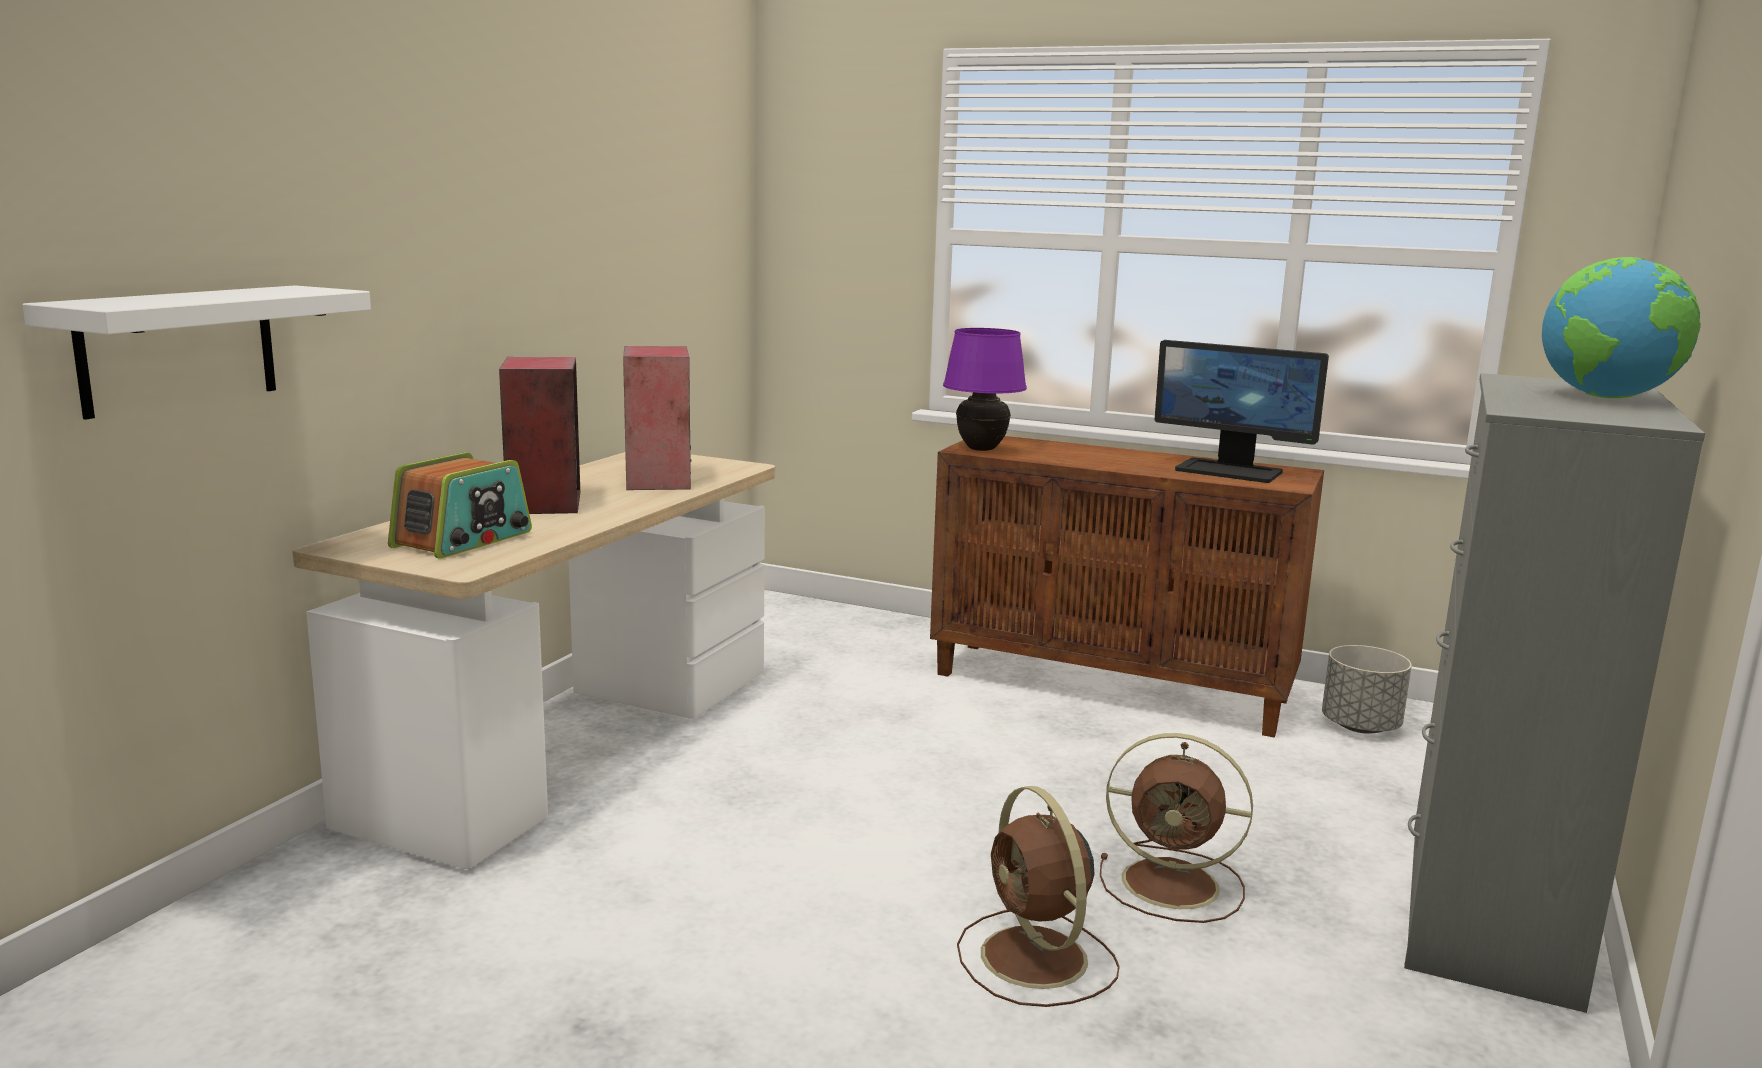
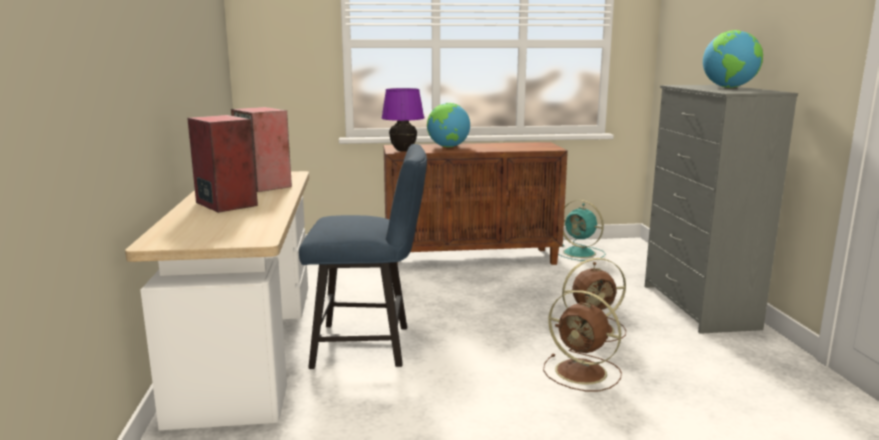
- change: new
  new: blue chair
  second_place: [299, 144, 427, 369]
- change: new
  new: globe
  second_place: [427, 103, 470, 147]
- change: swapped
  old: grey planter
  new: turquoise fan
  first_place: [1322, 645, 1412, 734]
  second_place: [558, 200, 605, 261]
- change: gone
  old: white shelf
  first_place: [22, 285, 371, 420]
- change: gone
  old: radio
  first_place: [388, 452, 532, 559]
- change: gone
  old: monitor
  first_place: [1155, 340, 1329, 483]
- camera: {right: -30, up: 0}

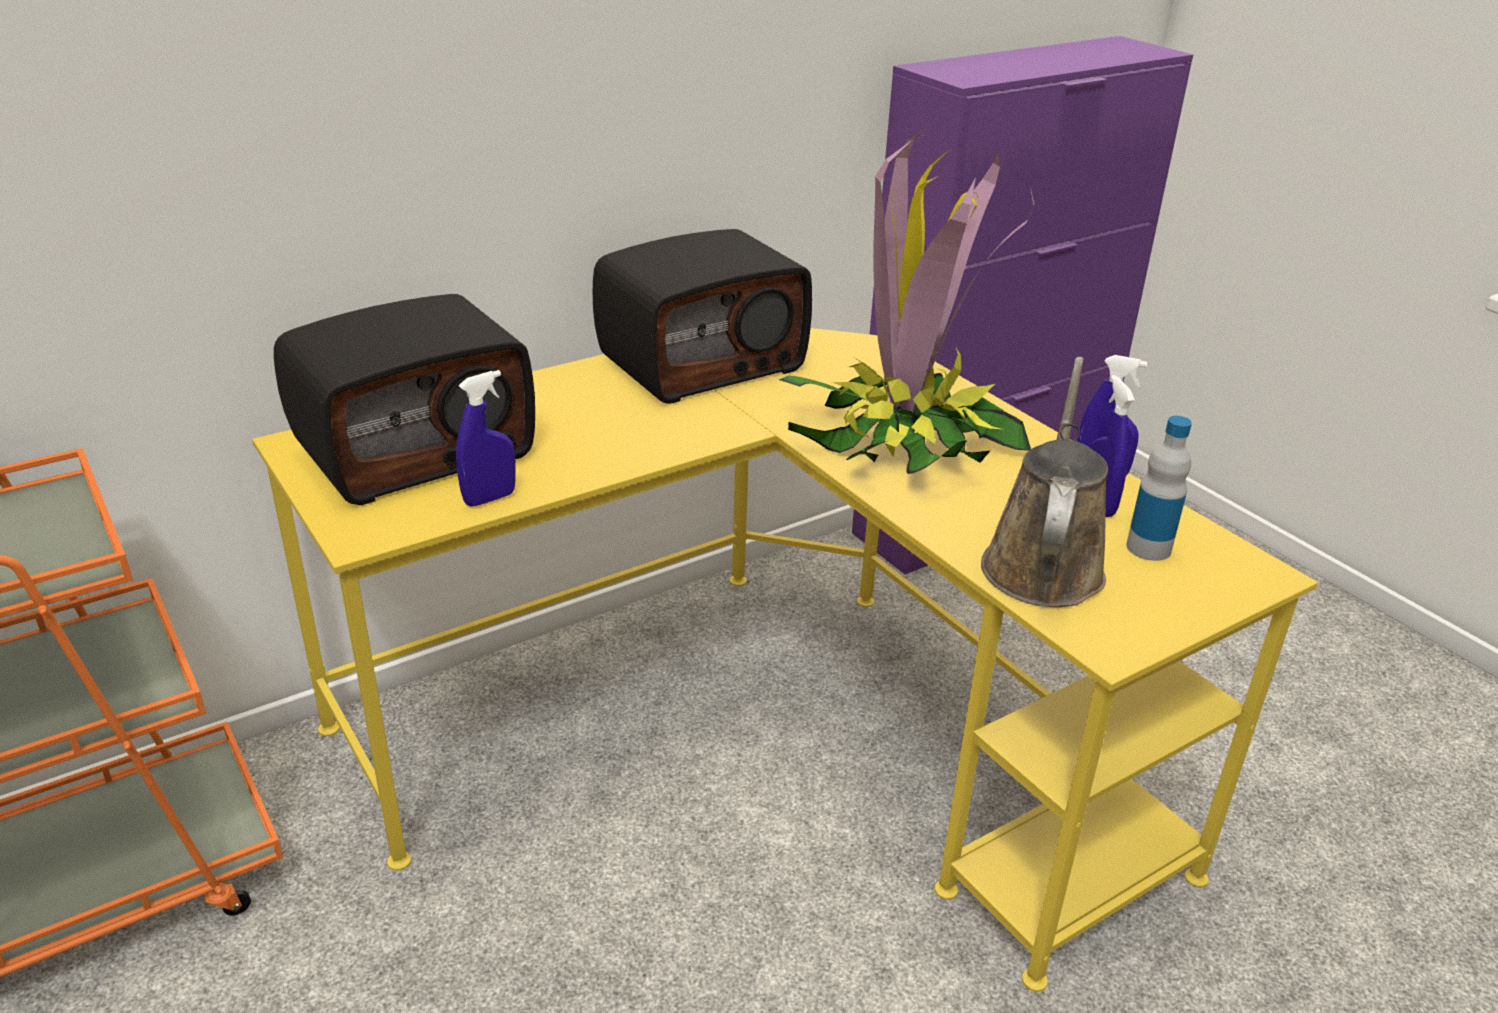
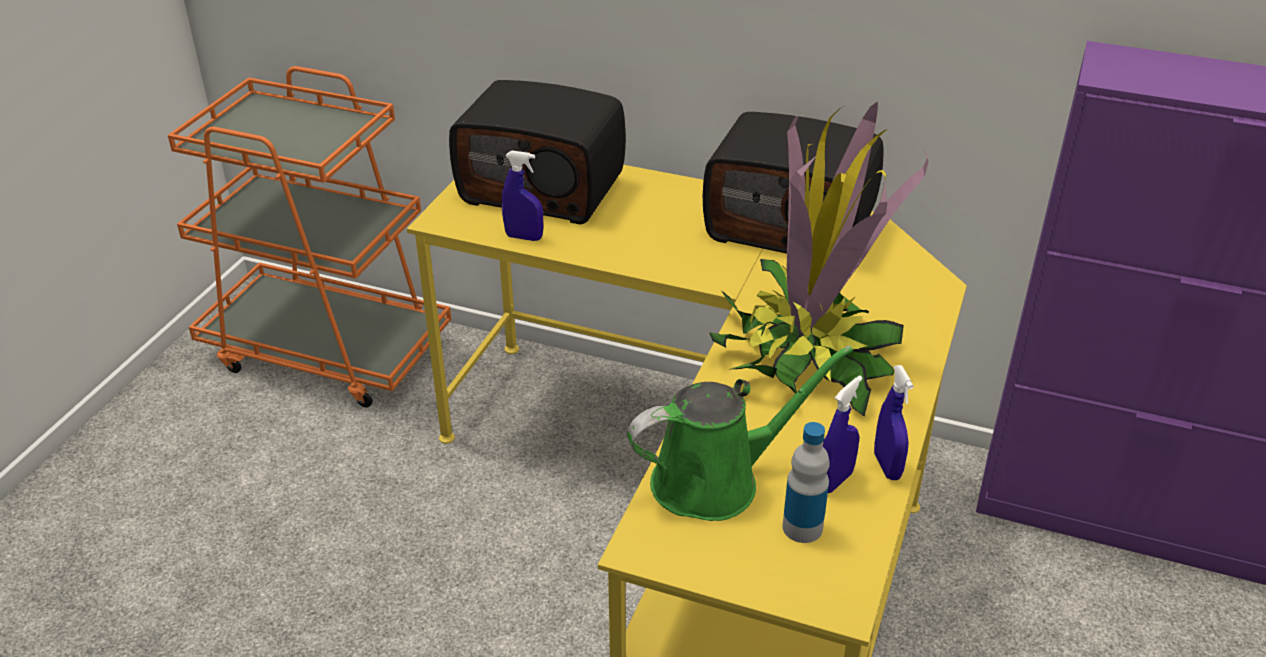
- change: repainted
  old: brown watering can
  new: green watering can
  first_place: [981, 357, 1108, 607]
  second_place: [627, 346, 853, 521]
- camera: {right: 55, up: 5}

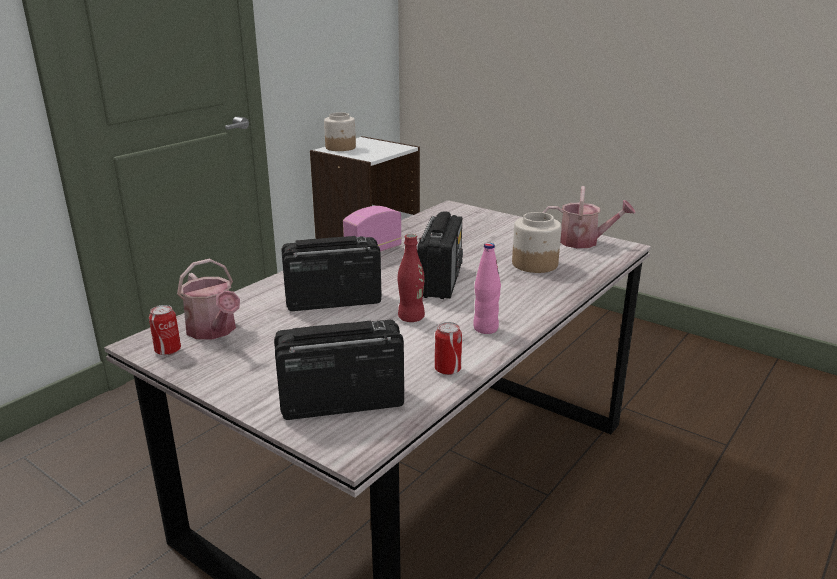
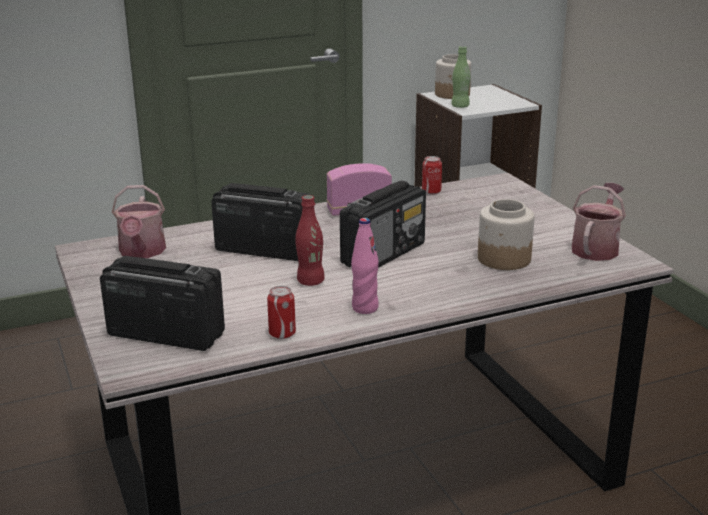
- change: shifted
  old: can
  first_place: [149, 305, 181, 355]
  second_place: [422, 156, 442, 194]
- change: new
  new: green bottle
  second_place: [451, 46, 470, 108]
- change: rotated
  old: watering can
  first_place: [543, 186, 636, 248]
  second_place: [572, 183, 626, 261]
  degrees: -105
- camera: {right: 30, up: 0}

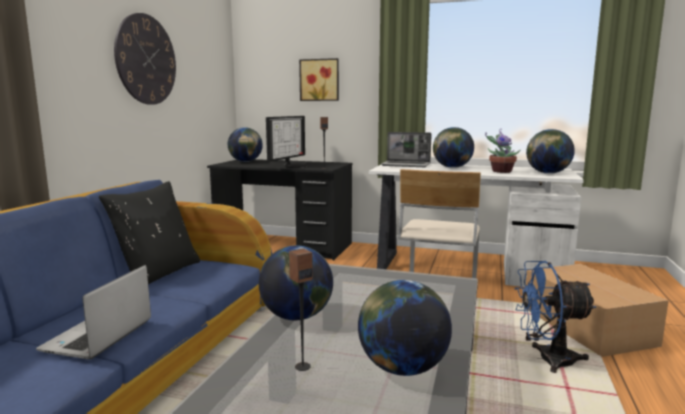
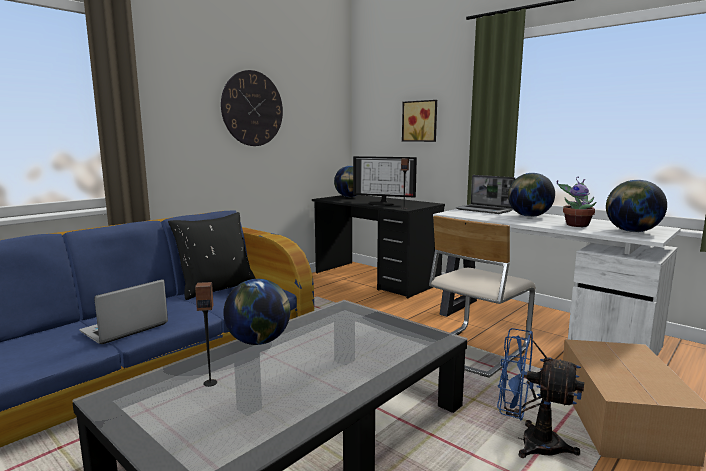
- change: rotated
  old: monitor
  first_place: [266, 116, 307, 168]
  second_place: [353, 156, 417, 206]
  degrees: 60
- change: gone
  old: globe
  first_place: [358, 280, 452, 376]
- camera: {right: 25, up: 0}

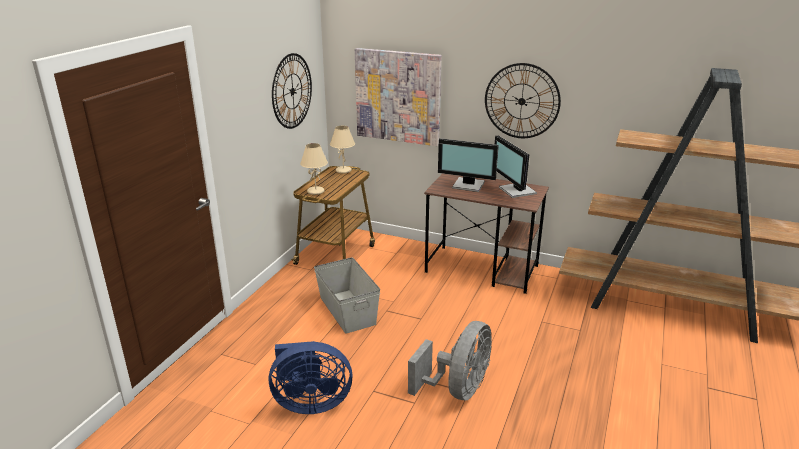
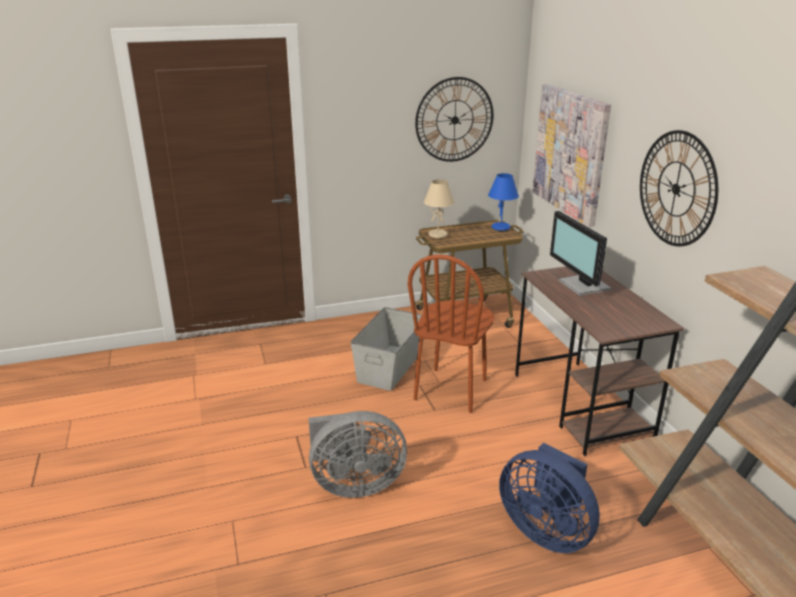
- change: new
  new: brown chair
  second_place: [408, 254, 494, 413]
- change: repainted
  old: beige table lamp
  new: blue table lamp
  first_place: [330, 126, 355, 174]
  second_place: [488, 173, 519, 231]
- change: shifted
  old: blue fan
  first_place: [269, 341, 353, 414]
  second_place: [499, 443, 600, 553]
- change: gone
  old: monitor
  first_place: [495, 135, 537, 198]
- camera: {right: 50, up: 0}

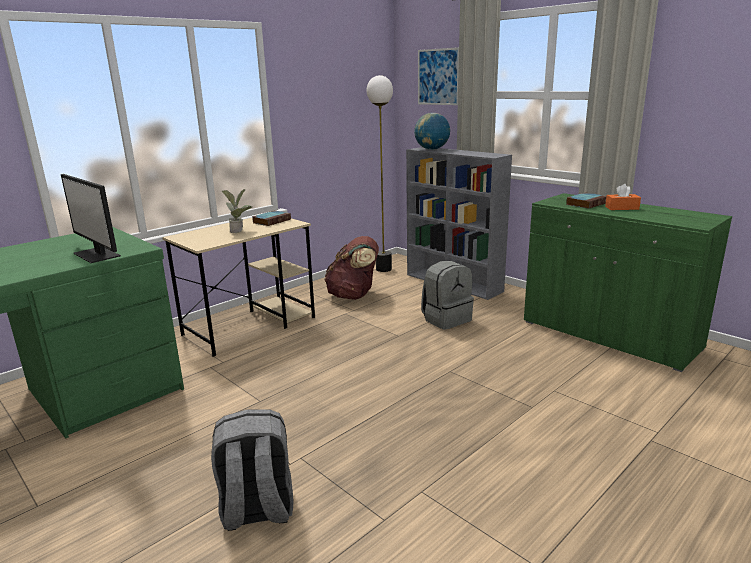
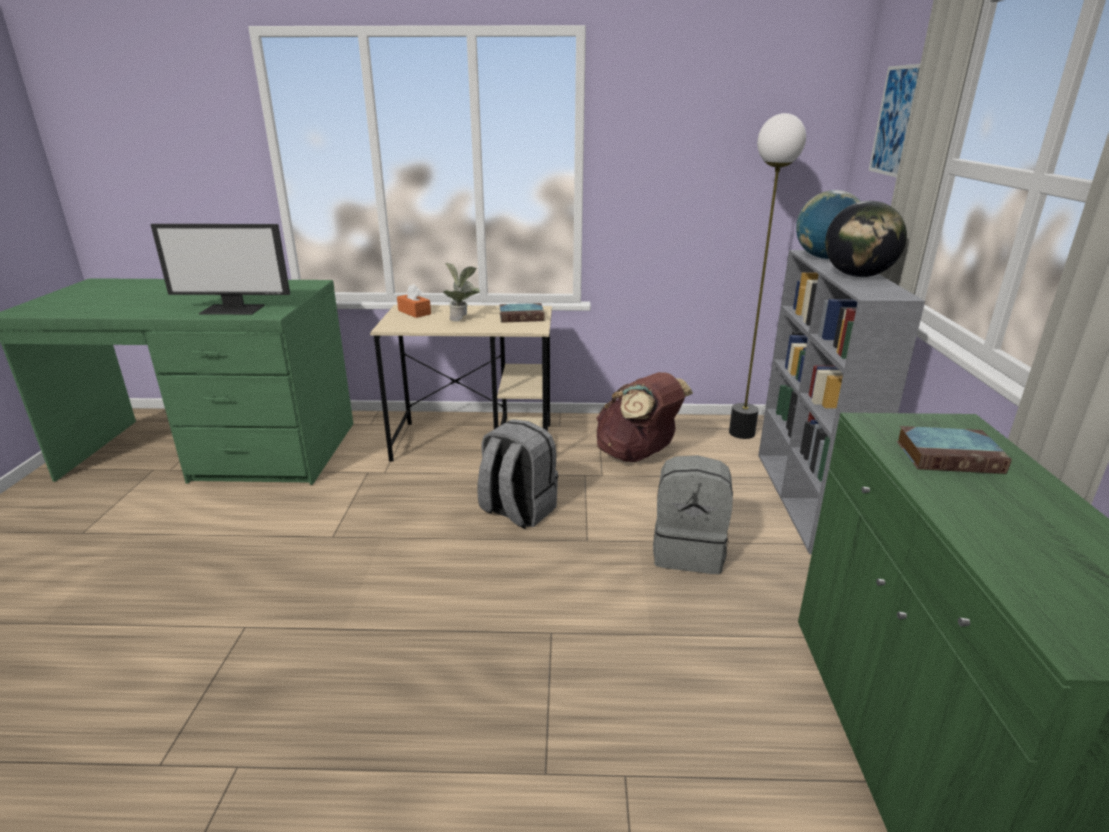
- change: rotated
  old: monitor
  first_place: [61, 174, 121, 263]
  second_place: [150, 224, 290, 315]
  degrees: -90
- change: shifted
  old: orange tissue box
  first_place: [605, 184, 641, 210]
  second_place: [397, 284, 431, 318]
- change: shifted
  old: grey backpack
  first_place: [211, 409, 293, 531]
  second_place: [478, 419, 558, 529]
- change: new
  new: globe
  second_place: [825, 201, 907, 277]
- camera: {right: 45, up: 5}

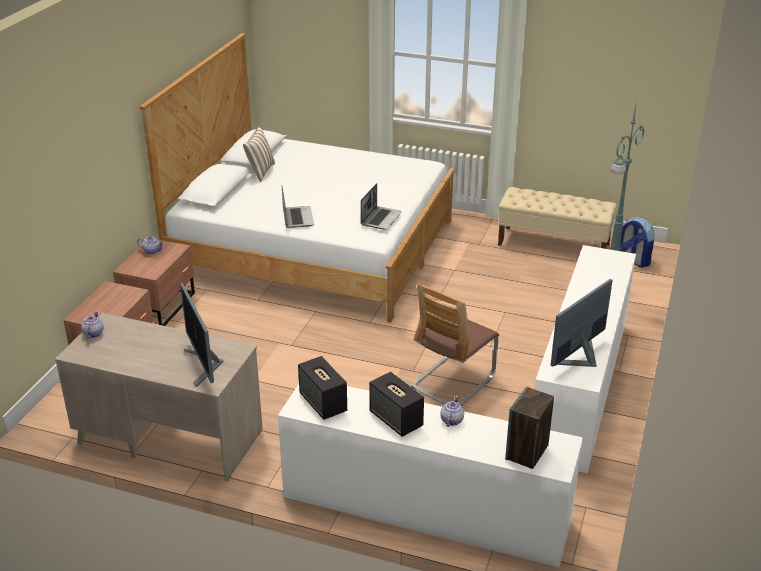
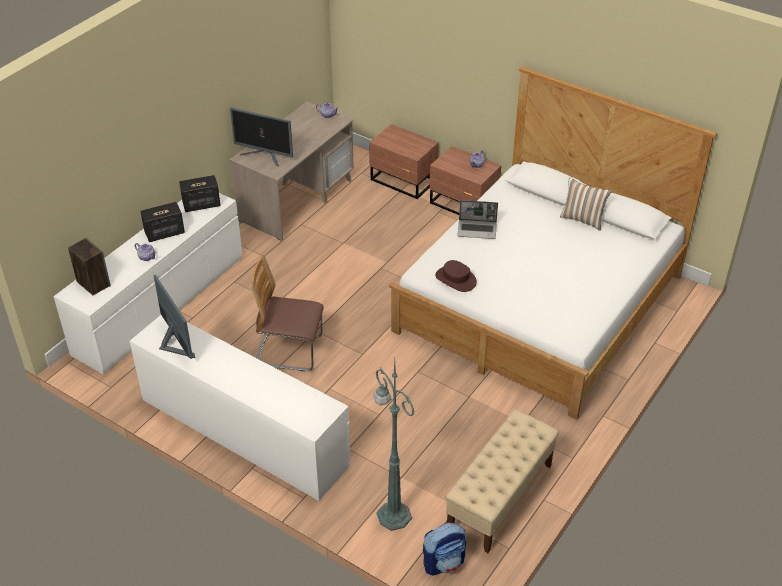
- change: rotated
  old: monitor
  first_place: [180, 282, 224, 387]
  second_place: [230, 108, 293, 166]
  degrees: -150
- change: rotated
  old: chair
  first_place: [411, 284, 499, 406]
  second_place: [251, 255, 324, 372]
  degrees: -45
- change: swapped
  old: laptop
  new: brown hat
  first_place: [361, 183, 402, 230]
  second_place: [435, 260, 477, 292]
- camera: {right: 105, up: 10}

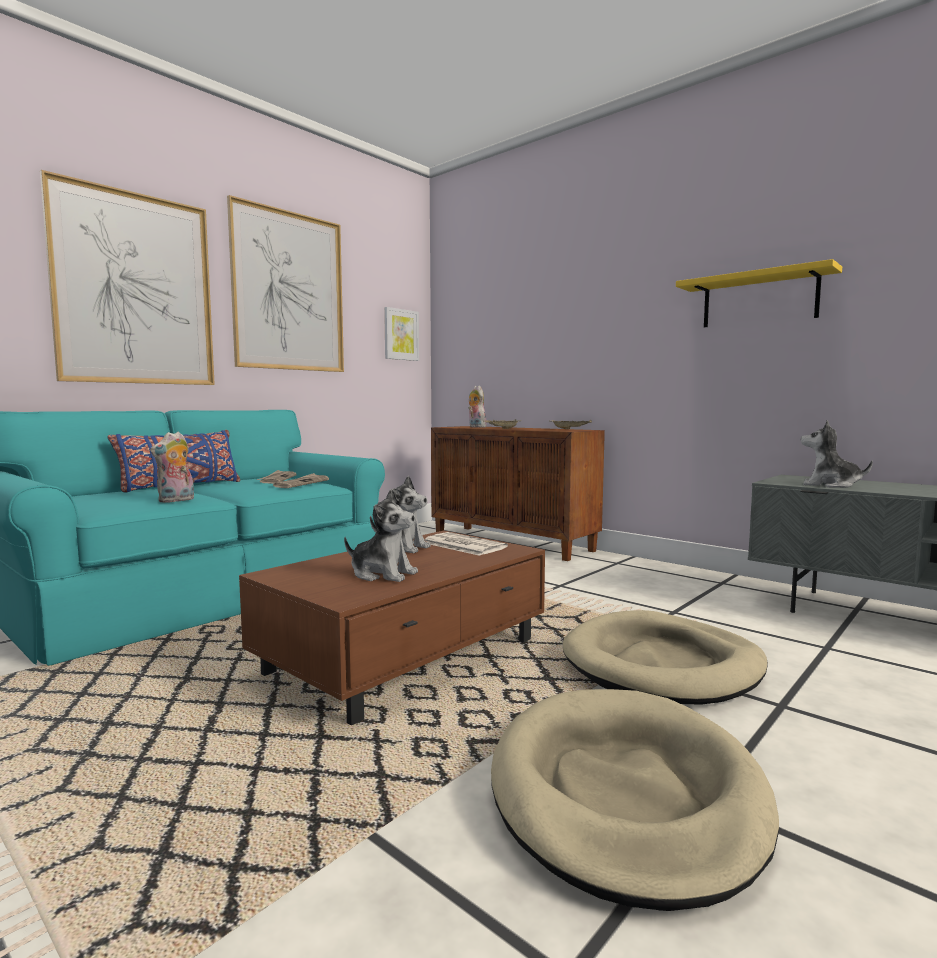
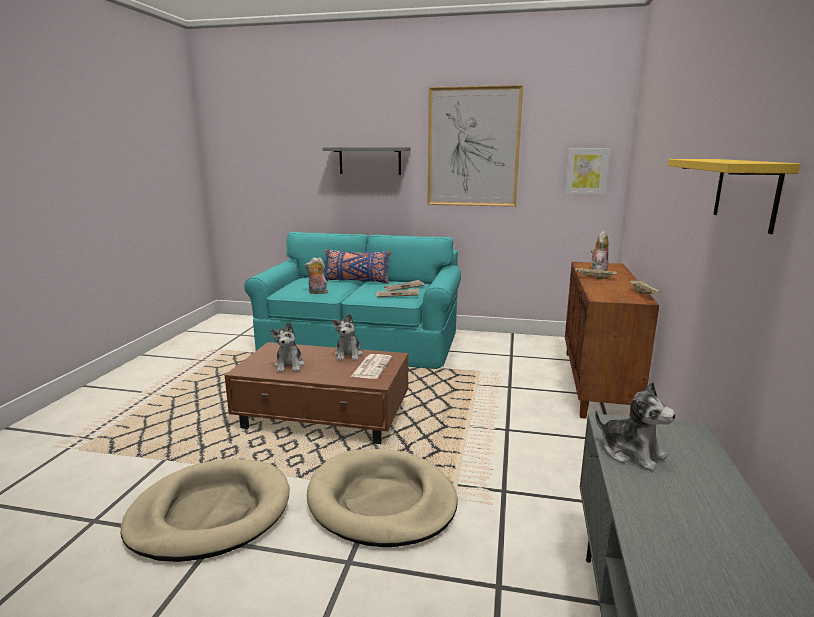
- change: swapped
  old: picture
  new: grey shelf
  first_place: [40, 170, 215, 385]
  second_place: [322, 147, 411, 175]
- change: rotated
  old: plush toy
  first_place: [801, 420, 873, 488]
  second_place: [595, 381, 676, 471]
  degrees: 135
- camera: {right: 60, up: 10}

